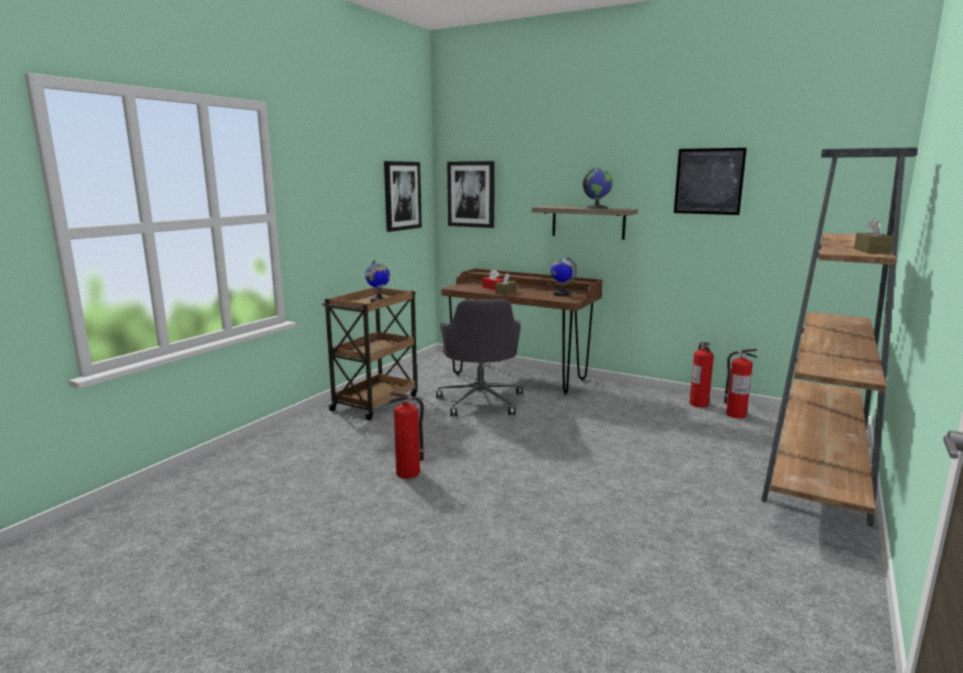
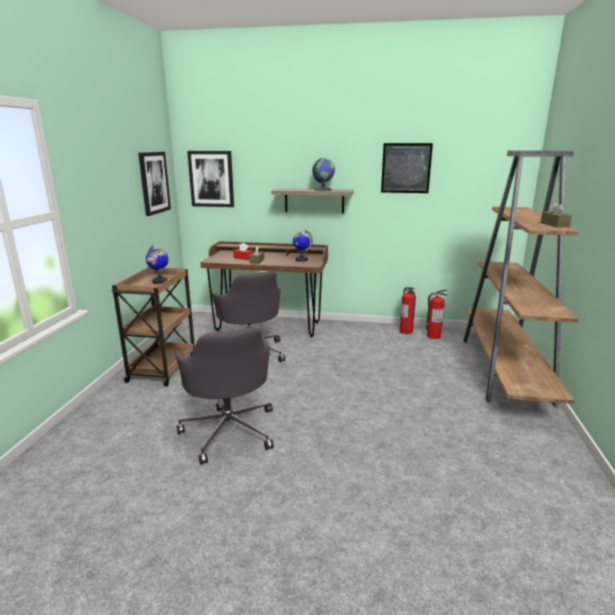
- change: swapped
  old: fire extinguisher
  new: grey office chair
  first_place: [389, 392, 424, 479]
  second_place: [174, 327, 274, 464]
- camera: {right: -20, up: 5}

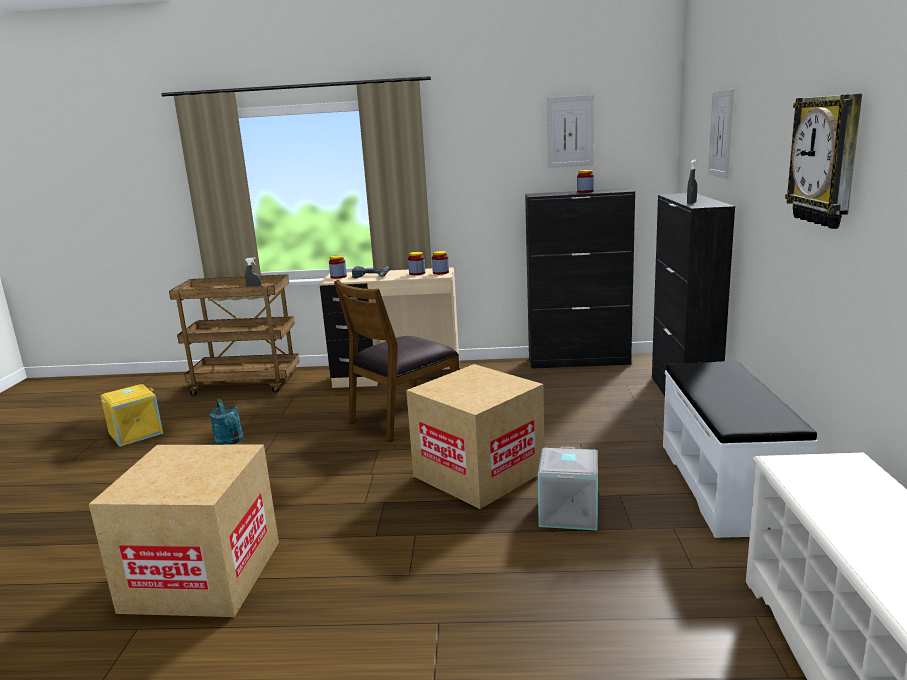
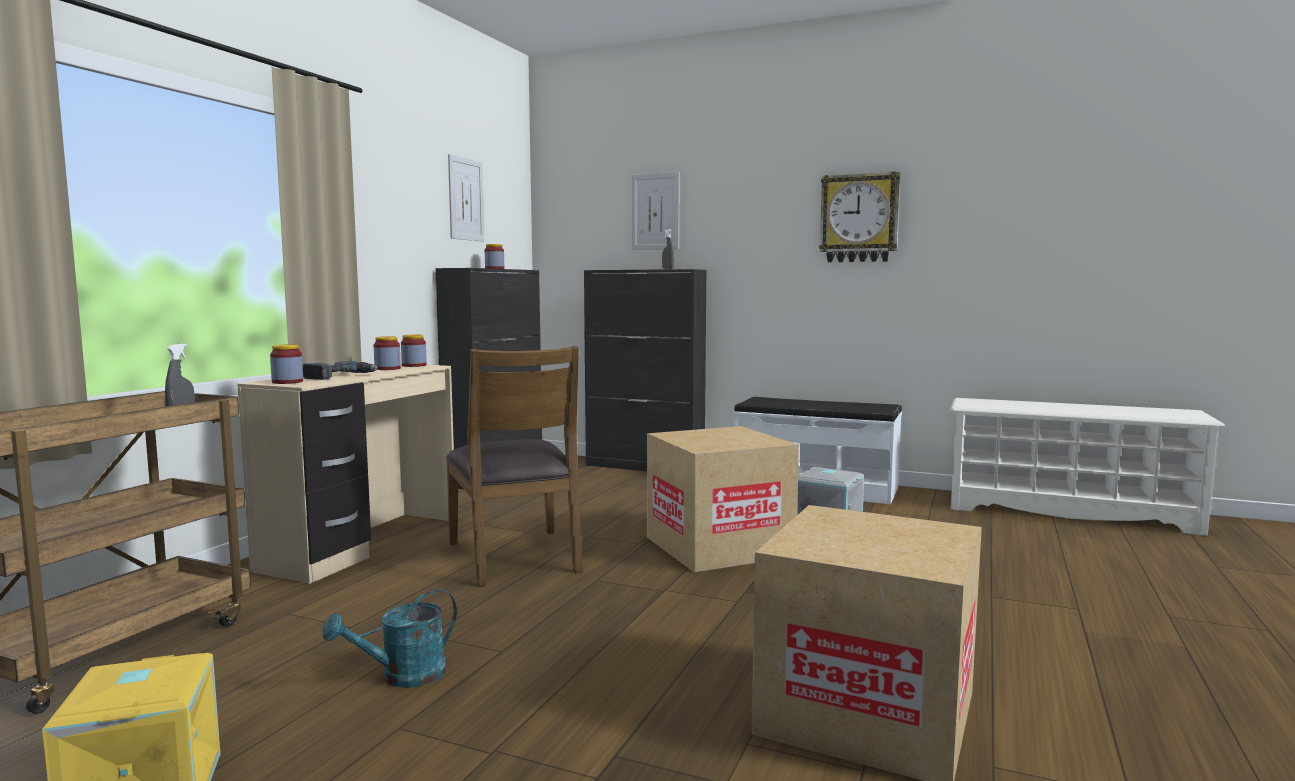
- change: rotated
  old: turquoise watering can
  first_place: [209, 399, 244, 445]
  second_place: [323, 589, 457, 688]
  degrees: 150
- camera: {right: -70, up: -10}

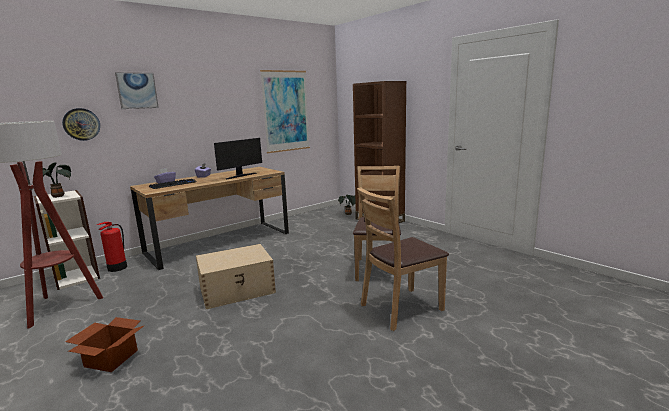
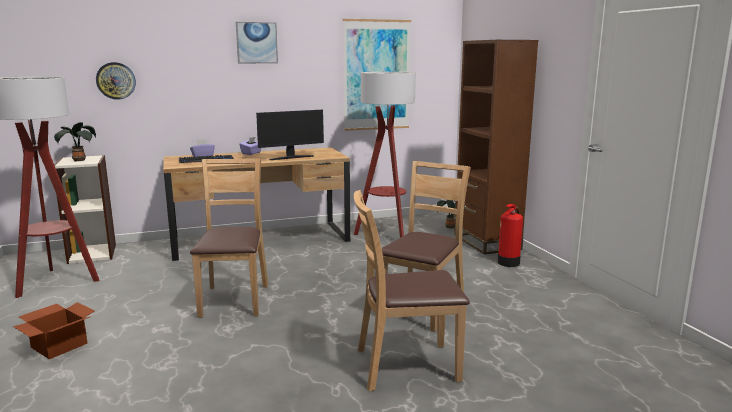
- change: swapped
  old: beige storage box
  new: brown chair
  first_place: [196, 244, 276, 309]
  second_place: [190, 158, 269, 318]
- change: shifted
  old: picture
  first_place: [115, 72, 159, 109]
  second_place: [236, 22, 278, 64]
- change: new
  new: floor lamp
  second_place: [354, 72, 416, 238]
- change: shifted
  old: fire extinguisher
  first_place: [96, 222, 127, 272]
  second_place: [498, 204, 523, 267]
- camera: {right: 20, up: 0}

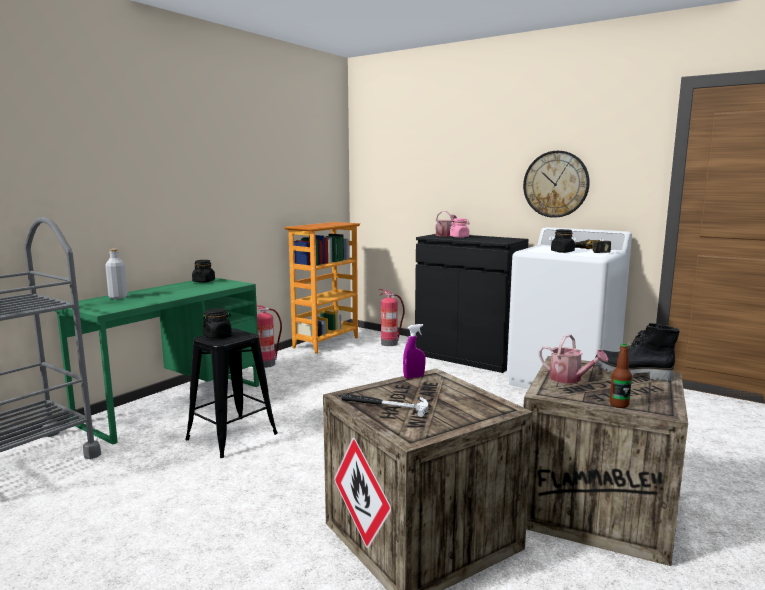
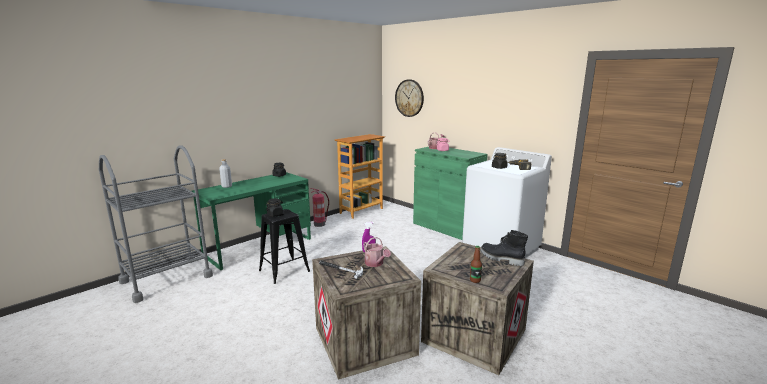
- change: shifted
  old: watering can
  first_place: [539, 334, 608, 384]
  second_place: [364, 237, 391, 267]
- change: shifted
  old: wall clock
  first_place: [523, 151, 590, 218]
  second_place: [395, 79, 424, 117]
- change: repainted
  old: black cabinet
  new: green cabinet
  first_place: [415, 234, 529, 373]
  second_place: [413, 147, 488, 240]
- change: gone
  old: fire extinguisher
  first_place: [379, 289, 405, 346]
- camera: {right: 10, up: 5}

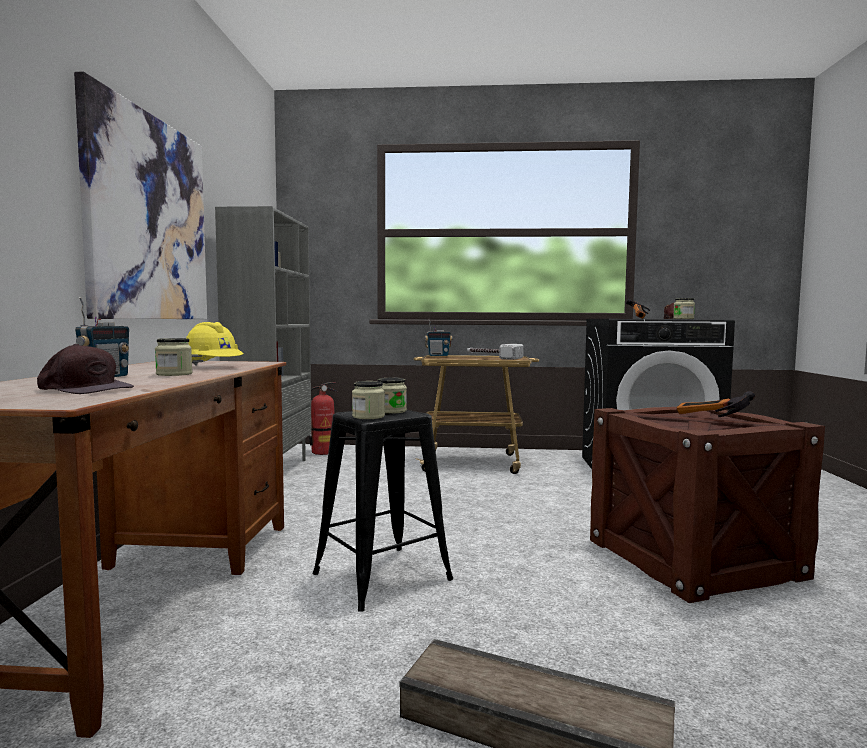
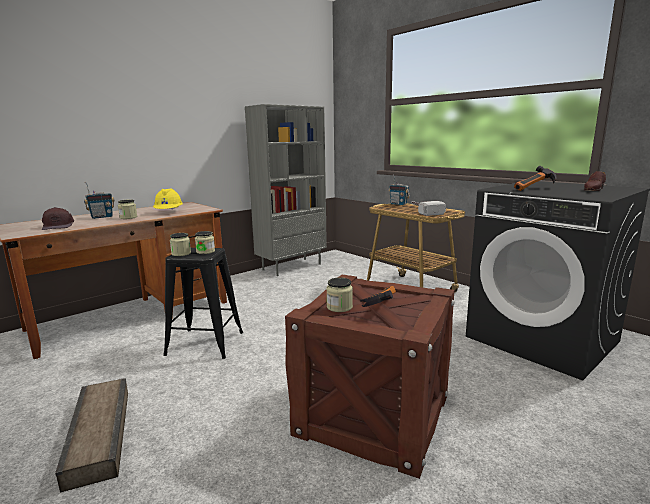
- change: shifted
  old: jar
  first_place: [673, 298, 695, 319]
  second_place: [326, 277, 353, 312]
- change: gone
  old: picture
  first_place: [74, 72, 207, 319]
- change: gone
  old: fire extinguisher
  first_place: [309, 382, 338, 455]
- camera: {right: 45, up: 10}

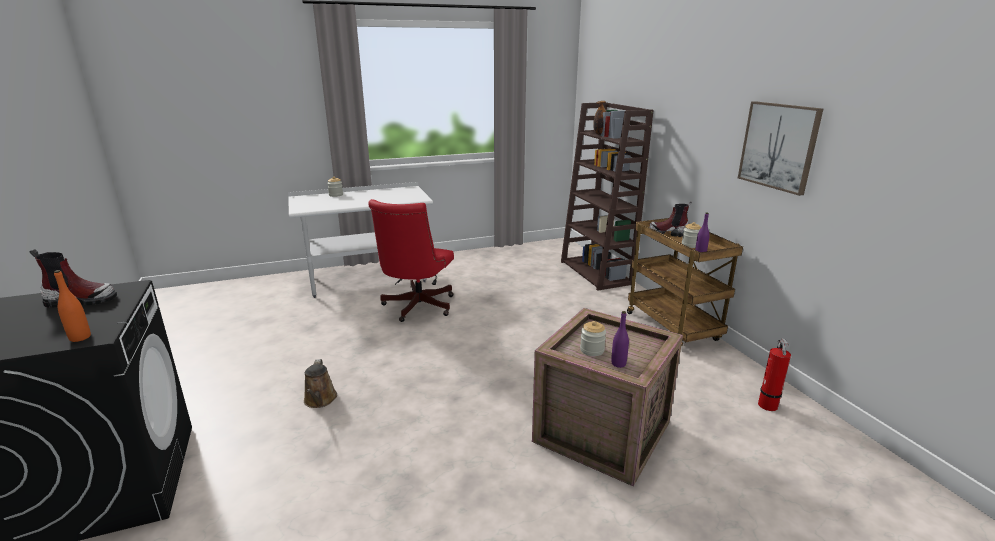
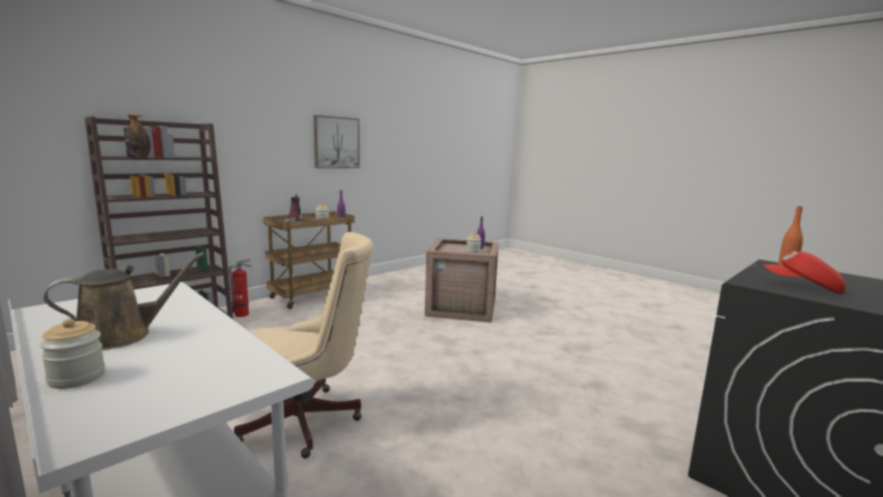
- change: shifted
  old: brown watering can
  first_place: [304, 359, 337, 408]
  second_place: [44, 253, 204, 350]
- change: shifted
  old: fire extinguisher
  first_place: [758, 338, 791, 411]
  second_place: [229, 259, 252, 317]
- change: repainted
  old: red office chair
  new: beige office chair
  first_place: [368, 199, 454, 322]
  second_place: [234, 232, 374, 459]
- change: swapped
  old: boot
  new: red cap
  first_place: [30, 249, 117, 308]
  second_place: [764, 251, 846, 294]
- camera: {right: -115, up: -10}

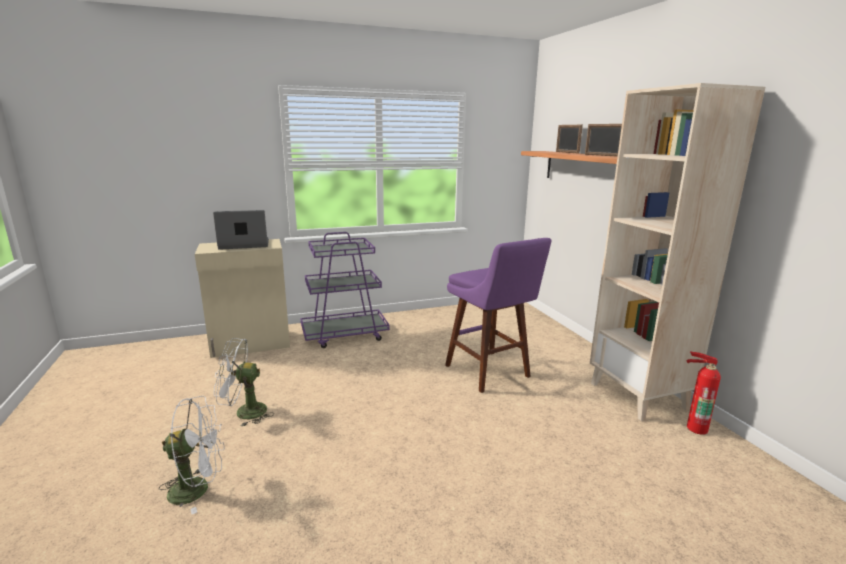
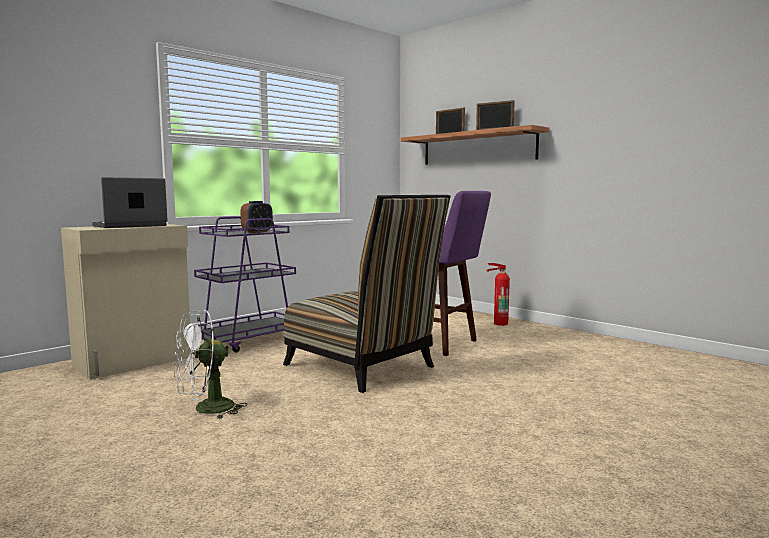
- change: new
  new: alarm clock
  second_place: [240, 201, 273, 233]
- change: new
  new: chair
  second_place: [283, 195, 451, 393]
- change: shifted
  old: fire extinguisher
  first_place: [686, 351, 721, 435]
  second_place: [486, 263, 510, 326]
- change: gone
  old: white fan
  first_place: [159, 396, 225, 514]
- change: gone
  old: beige bookcase
  first_place: [590, 83, 765, 421]
- camera: {right: -25, up: -10}

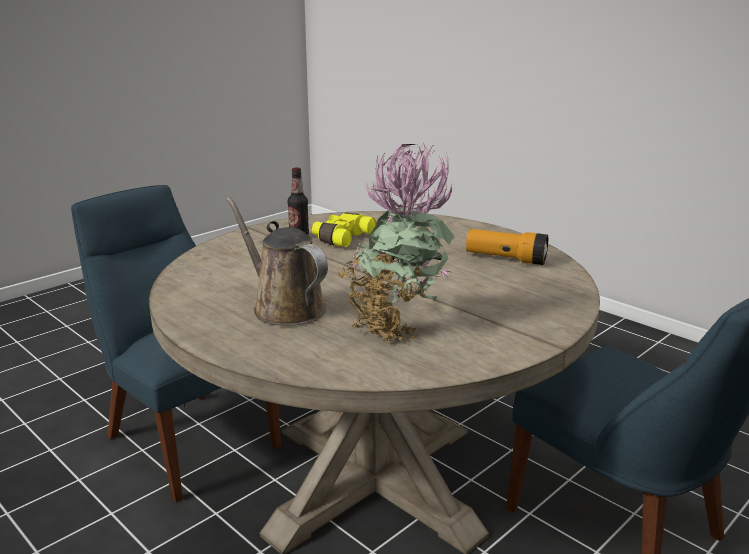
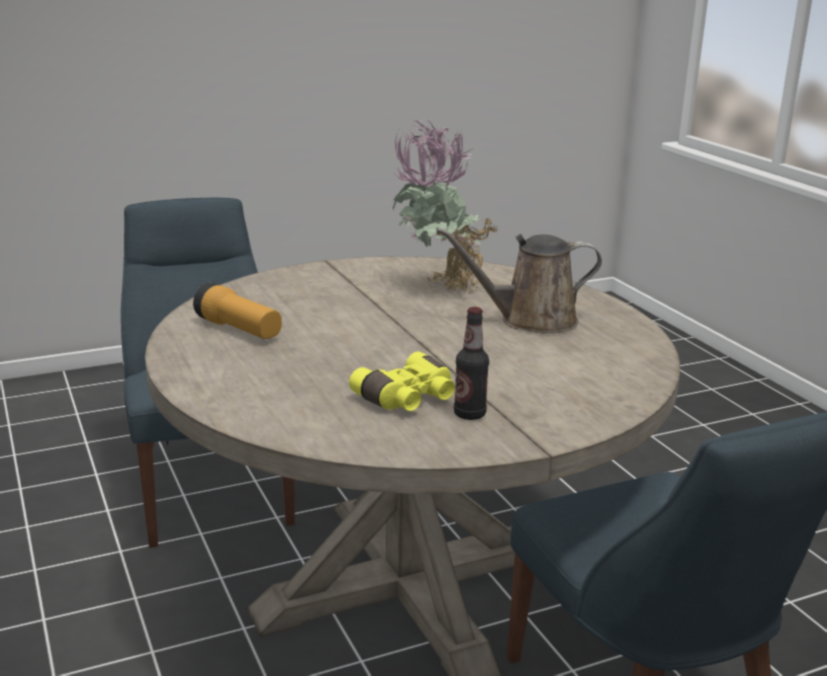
- change: rotated
  old: brown watering can
  first_place: [226, 197, 328, 326]
  second_place: [436, 227, 602, 333]
  degrees: 105
- camera: {right: -160, up: 0}

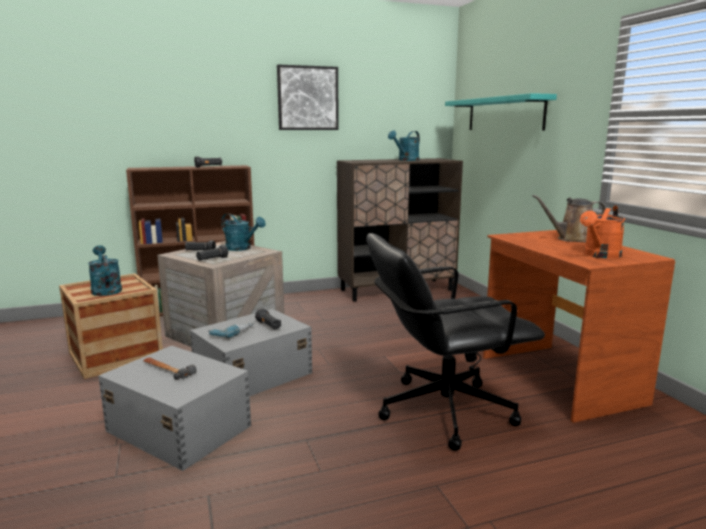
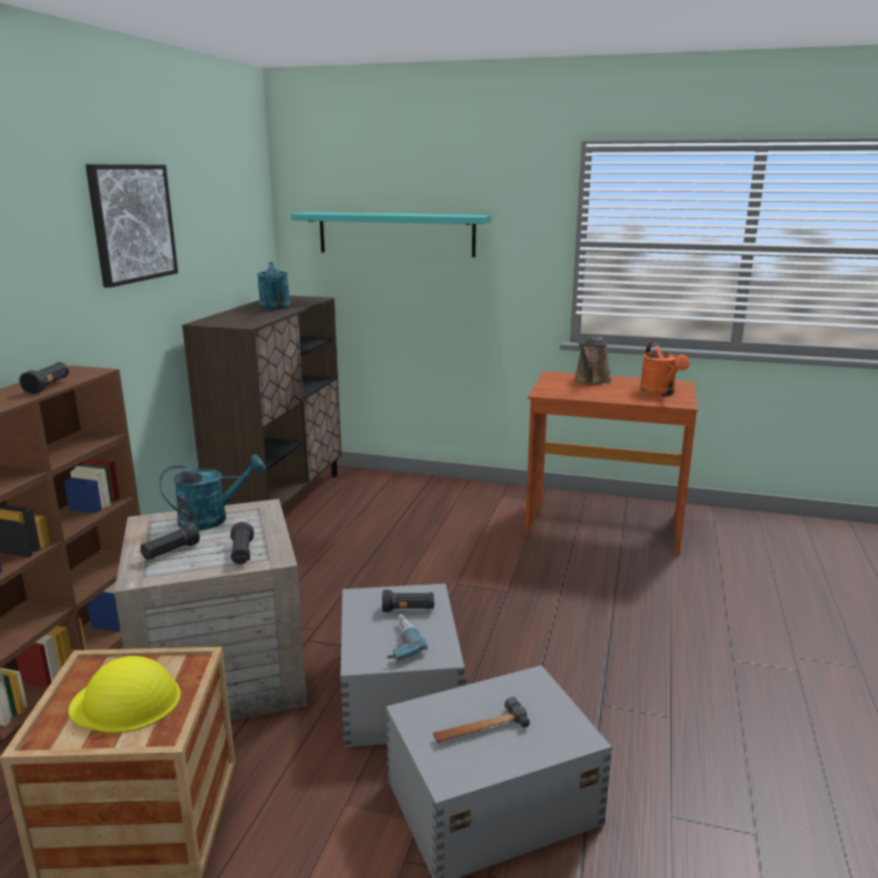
- change: swapped
  old: turquoise watering can
  new: yellow hard hat
  first_place: [88, 245, 122, 296]
  second_place: [69, 656, 181, 733]
- change: gone
  old: black office chair
  first_place: [366, 233, 545, 451]
- camera: {right: -55, up: 5}

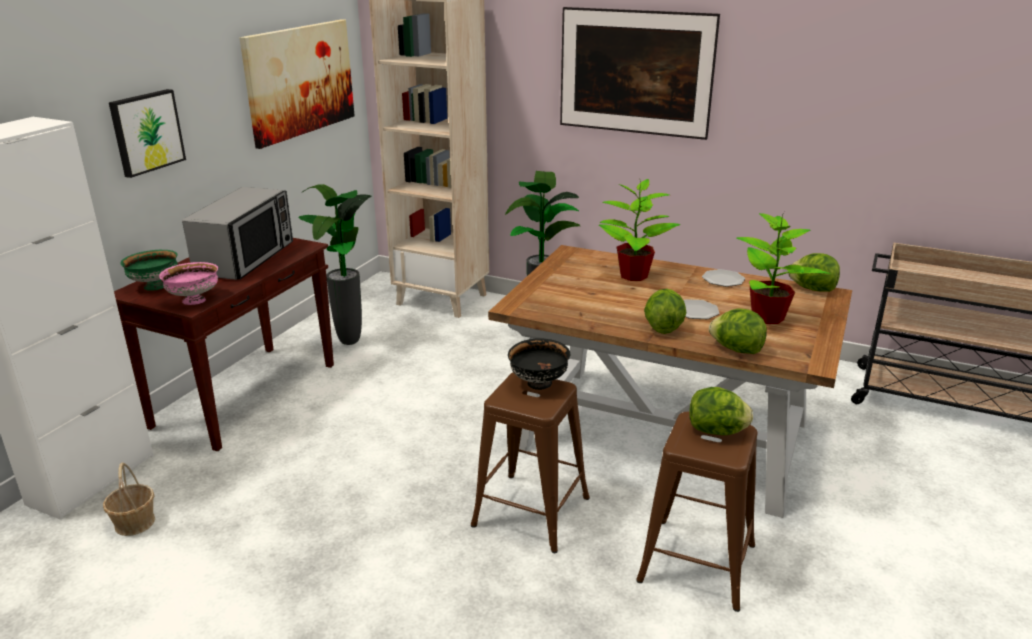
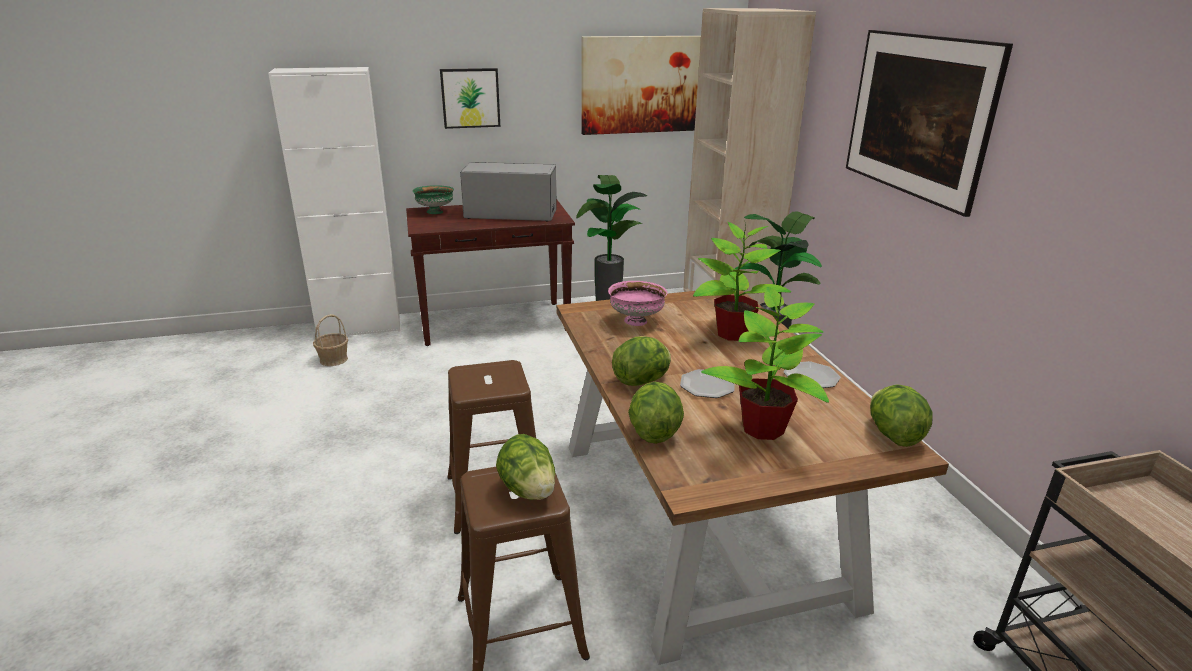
- change: rotated
  old: microwave
  first_place: [182, 187, 293, 280]
  second_place: [460, 162, 557, 221]
  degrees: -150
- change: shifted
  old: pink bowl
  first_place: [159, 262, 218, 305]
  second_place: [608, 281, 668, 326]
- change: gone
  old: black bowl
  first_place: [508, 338, 570, 390]
- camera: {right: 50, up: 0}

